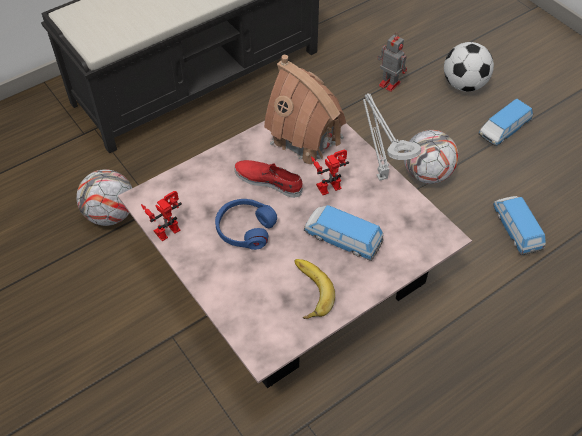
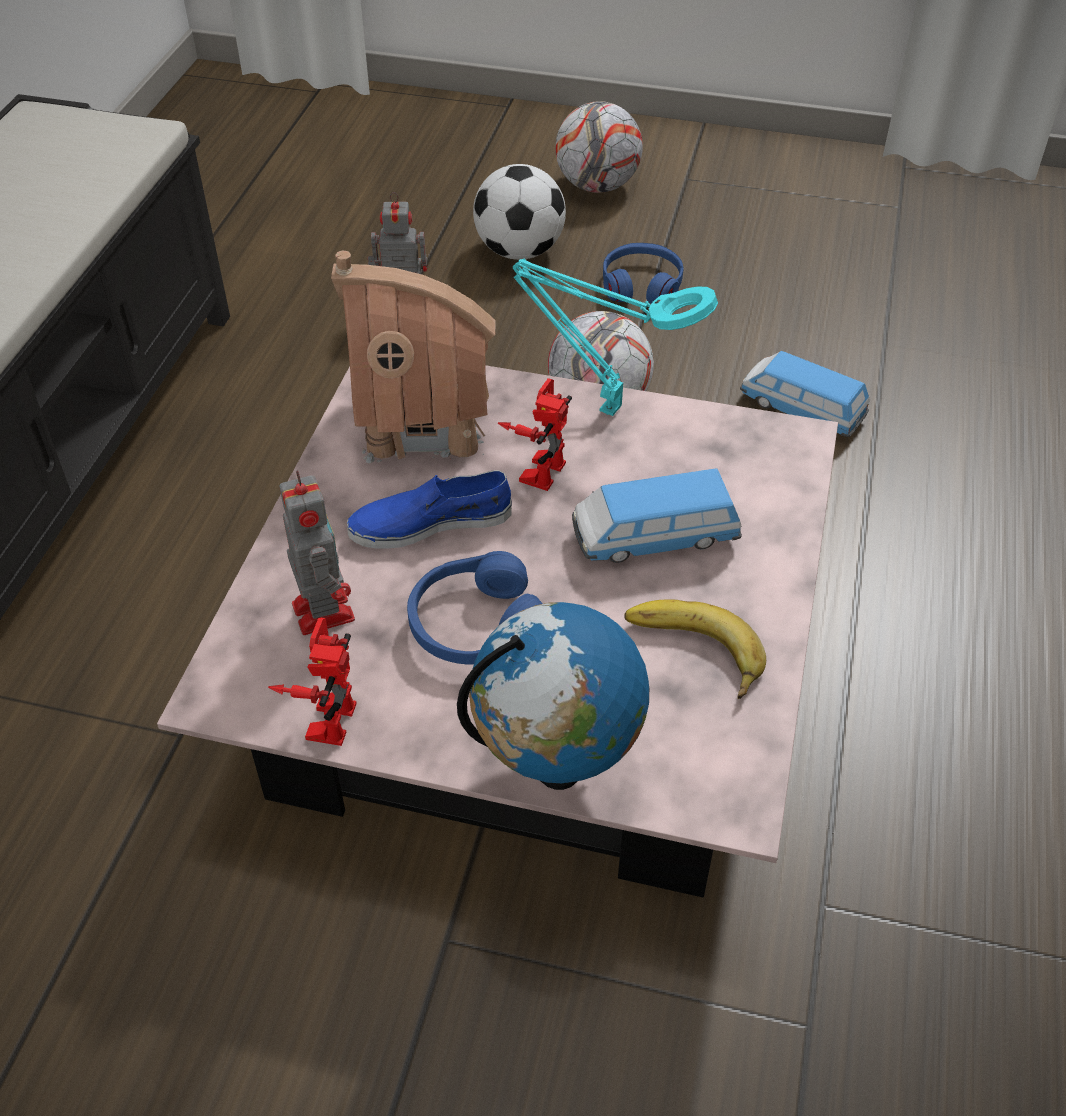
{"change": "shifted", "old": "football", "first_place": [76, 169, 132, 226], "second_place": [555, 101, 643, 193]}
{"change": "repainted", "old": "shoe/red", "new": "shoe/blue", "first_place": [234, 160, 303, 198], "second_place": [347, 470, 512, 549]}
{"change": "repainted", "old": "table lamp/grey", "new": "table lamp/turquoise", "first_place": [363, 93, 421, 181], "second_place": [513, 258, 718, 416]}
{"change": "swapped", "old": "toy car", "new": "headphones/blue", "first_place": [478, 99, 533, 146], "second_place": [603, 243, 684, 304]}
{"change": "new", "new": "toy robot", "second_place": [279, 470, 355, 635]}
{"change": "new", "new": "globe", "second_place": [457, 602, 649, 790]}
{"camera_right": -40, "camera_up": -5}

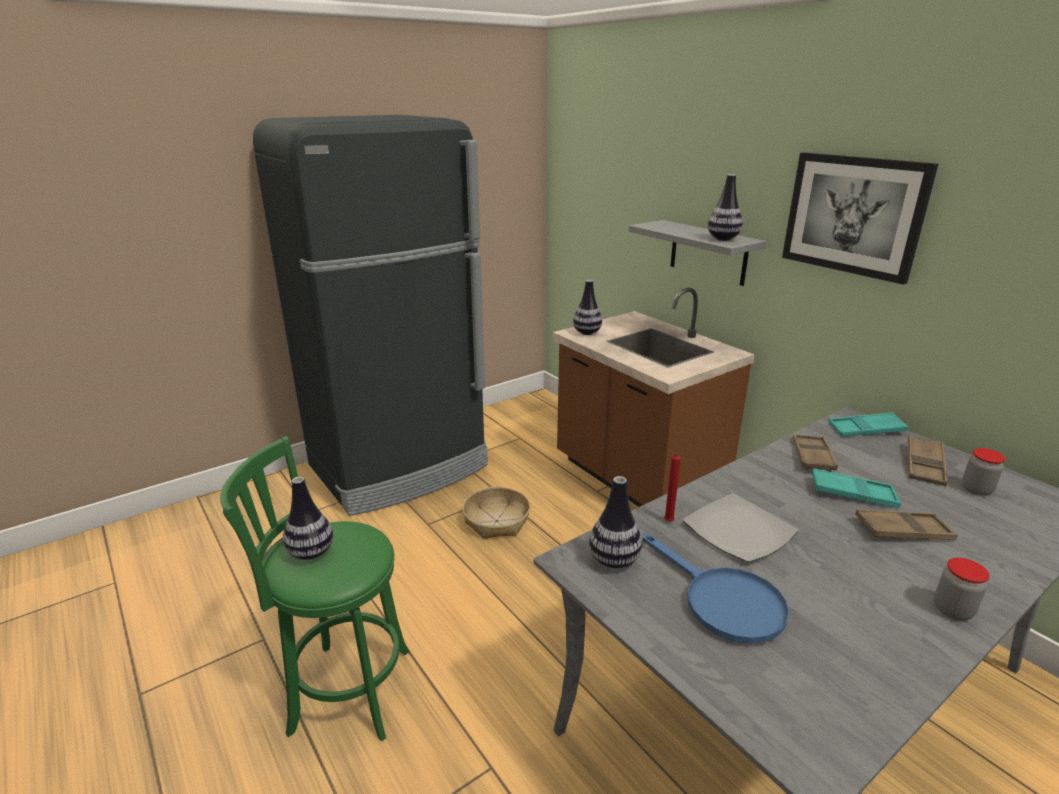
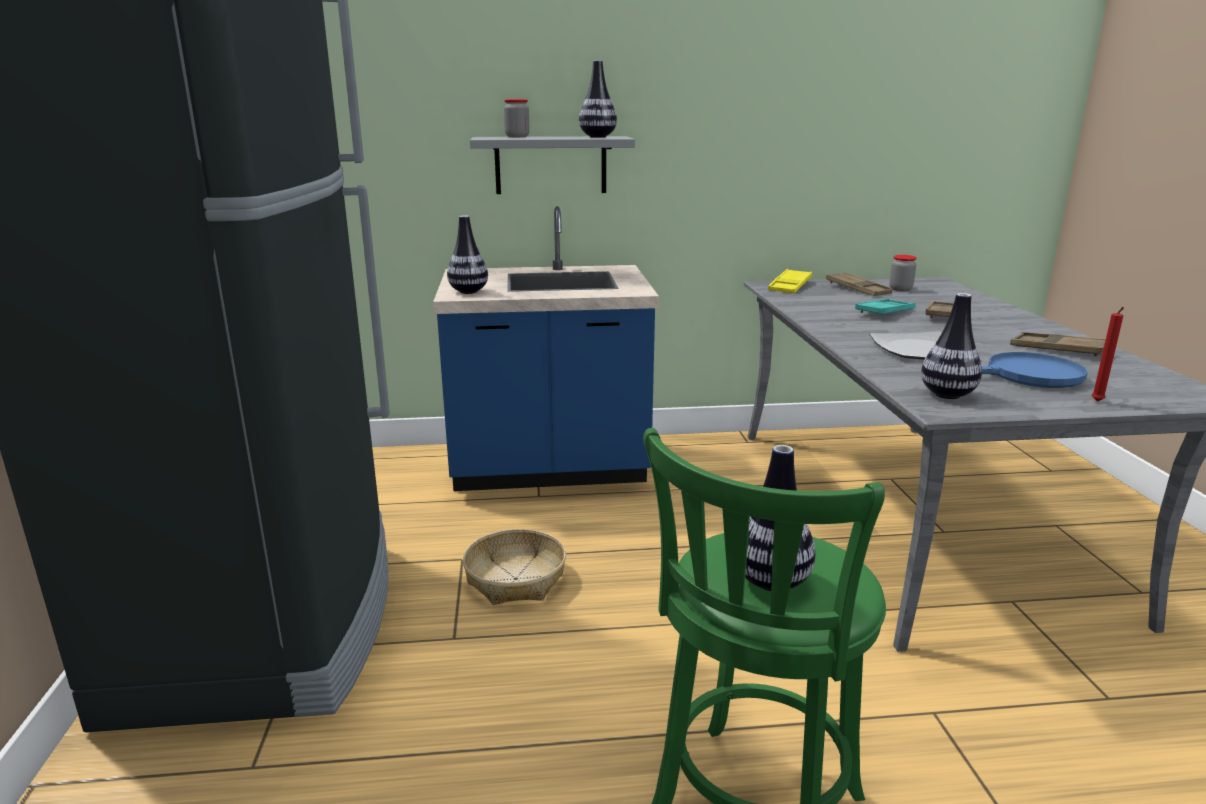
{"change": "repainted", "old": "counter/brown", "new": "counter/blue", "first_place": [553, 288, 755, 507], "second_place": [433, 206, 659, 491]}
{"change": "shifted", "old": "candle/red", "first_place": [664, 451, 681, 522], "second_place": [1091, 307, 1124, 401]}
{"change": "gone", "old": "picture", "first_place": [782, 152, 938, 285]}
{"change": "shifted", "old": "tray/brown", "first_place": [793, 434, 838, 472], "second_place": [1010, 332, 1106, 356]}
{"change": "repainted", "old": "tray/turquoise", "new": "tray/yellow", "first_place": [829, 412, 909, 437], "second_place": [768, 269, 812, 293]}
{"change": "shifted", "old": "jar", "first_place": [934, 557, 990, 620], "second_place": [504, 99, 530, 137]}
{"camera_right": -60, "camera_up": -5}

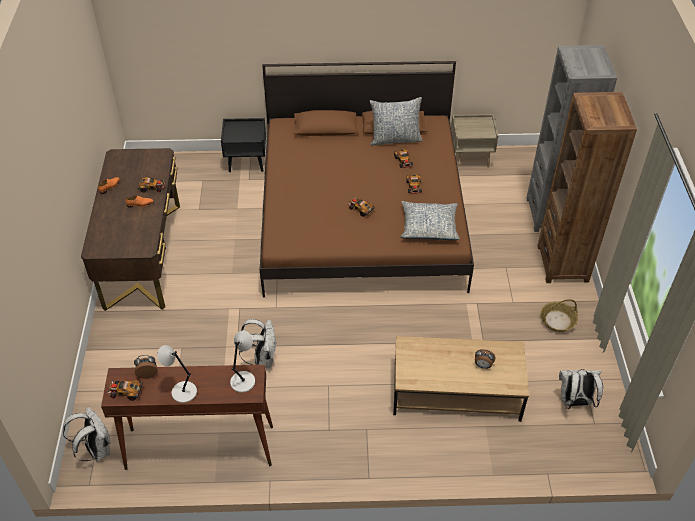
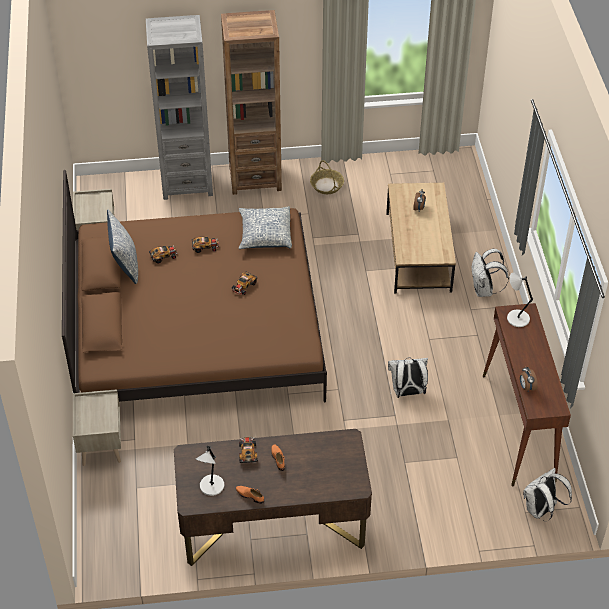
{"change": "gone", "old": "toy car", "first_place": [108, 380, 143, 401]}
{"change": "shifted", "old": "table lamp/grey", "first_place": [157, 345, 197, 403], "second_place": [196, 446, 224, 496]}
{"change": "repainted", "old": "nightstand/black", "new": "nightstand/beige", "first_place": [221, 118, 266, 172], "second_place": [73, 389, 121, 466]}
{"change": "shifted", "old": "backpack/white", "first_place": [559, 369, 603, 409], "second_place": [472, 249, 509, 297]}
{"camera_right": -95, "camera_up": 0}

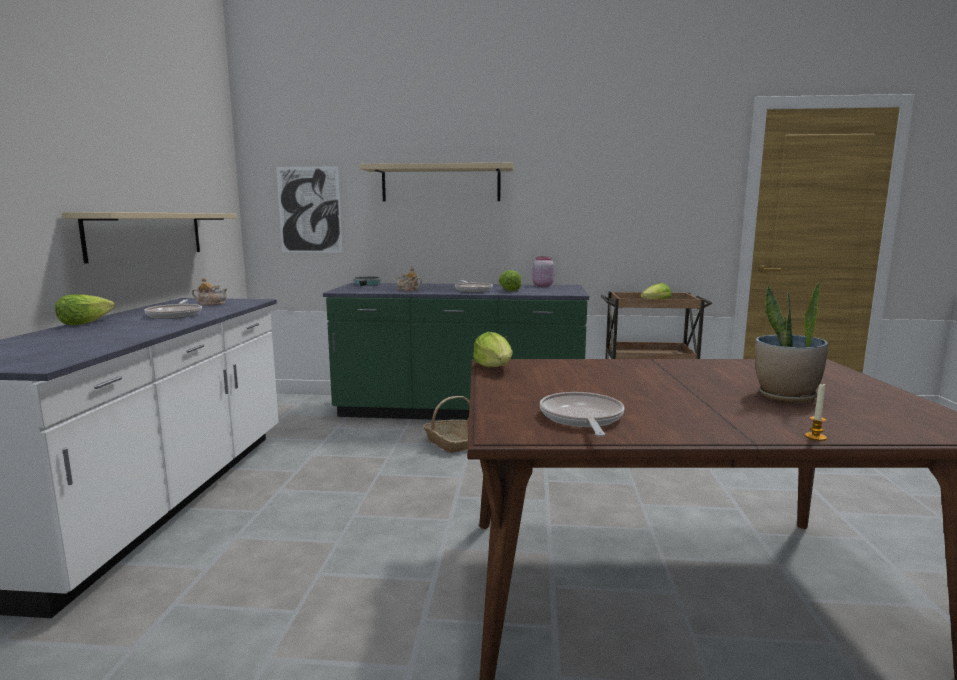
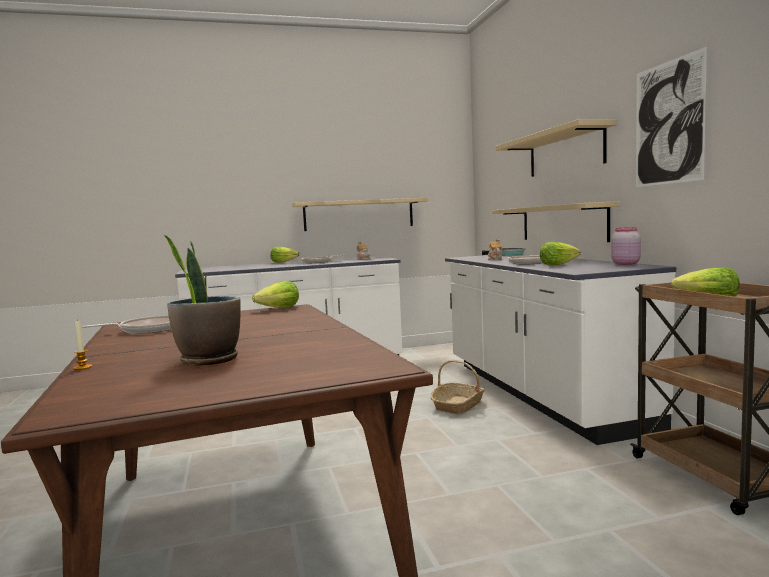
{"change": "shifted", "old": "picture", "first_place": [276, 167, 342, 253], "second_place": [636, 47, 707, 187]}
{"change": "repainted", "old": "counter/green", "new": "counter/white", "first_place": [323, 283, 589, 420], "second_place": [445, 254, 676, 445]}
{"change": "new", "new": "shelf/beige", "second_place": [492, 201, 620, 242]}
{"camera_right": 70, "camera_up": -5}

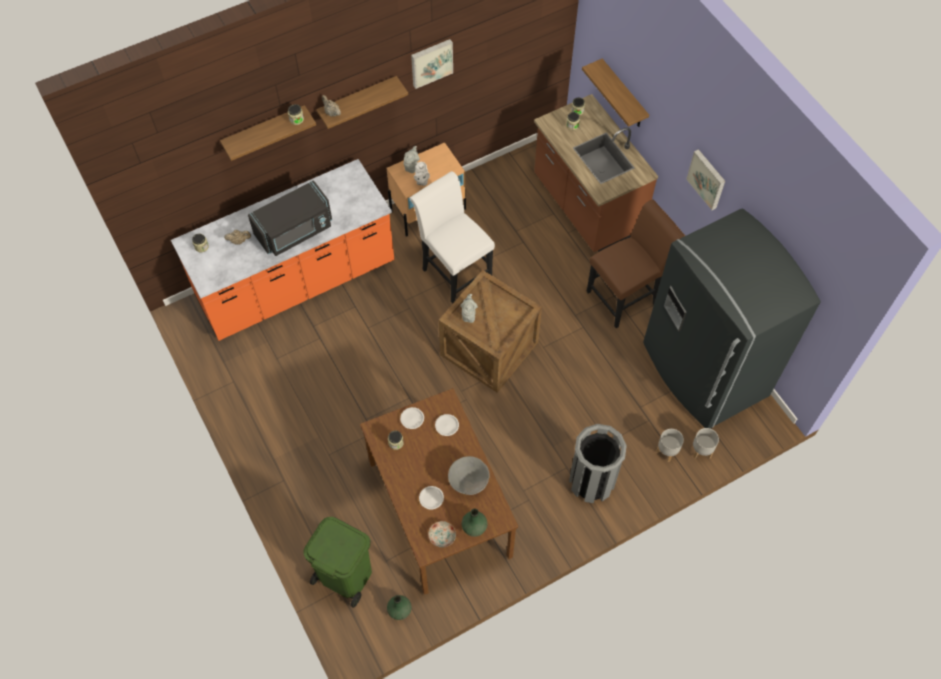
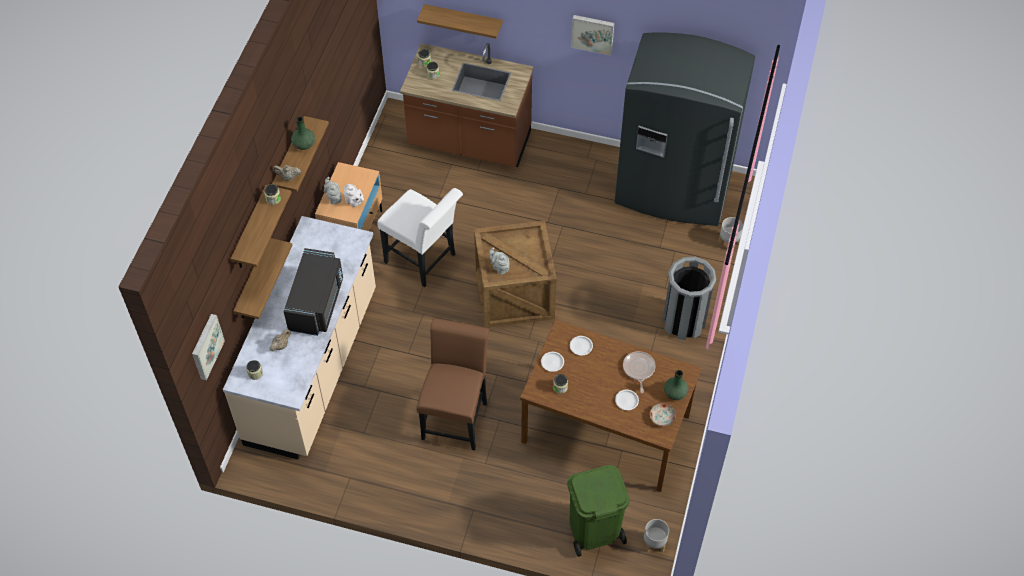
{"change": "repainted", "old": "counter/orange", "new": "counter/beige", "first_place": [171, 159, 394, 341], "second_place": [223, 216, 376, 460]}
{"change": "shifted", "old": "vase/green", "first_place": [387, 595, 412, 620], "second_place": [291, 116, 315, 150]}
{"change": "rotated", "old": "chair/white", "first_place": [410, 171, 495, 303], "second_place": [377, 188, 463, 287], "degrees": -150}
{"change": "shifted", "old": "picture", "first_place": [411, 39, 453, 89], "second_place": [192, 314, 225, 381]}
{"change": "swapped", "old": "bowl/grey", "new": "frying pan", "first_place": [448, 456, 490, 495], "second_place": [623, 351, 655, 393]}
{"change": "shifted", "old": "chair/brown", "first_place": [586, 200, 685, 328], "second_place": [416, 318, 489, 450]}
{"change": "shifted", "old": "planter/grey", "first_place": [656, 429, 684, 462], "second_place": [644, 519, 669, 552]}
{"change": "new", "new": "shelf", "second_place": [233, 238, 292, 319]}
{"camera_right": -45, "camera_up": -5}

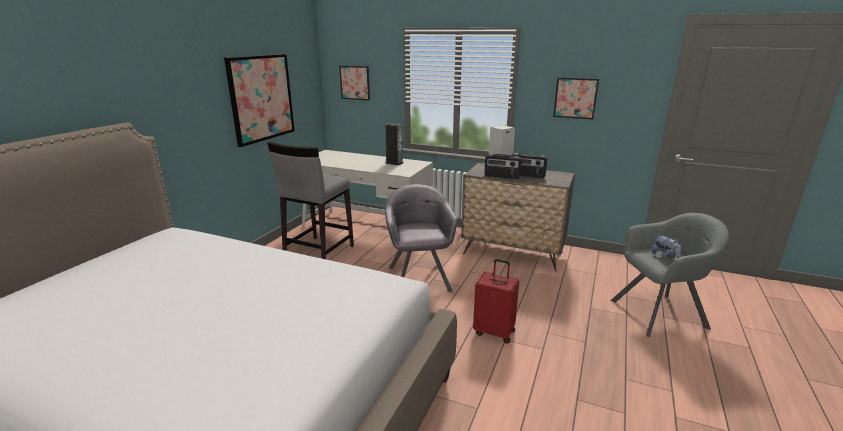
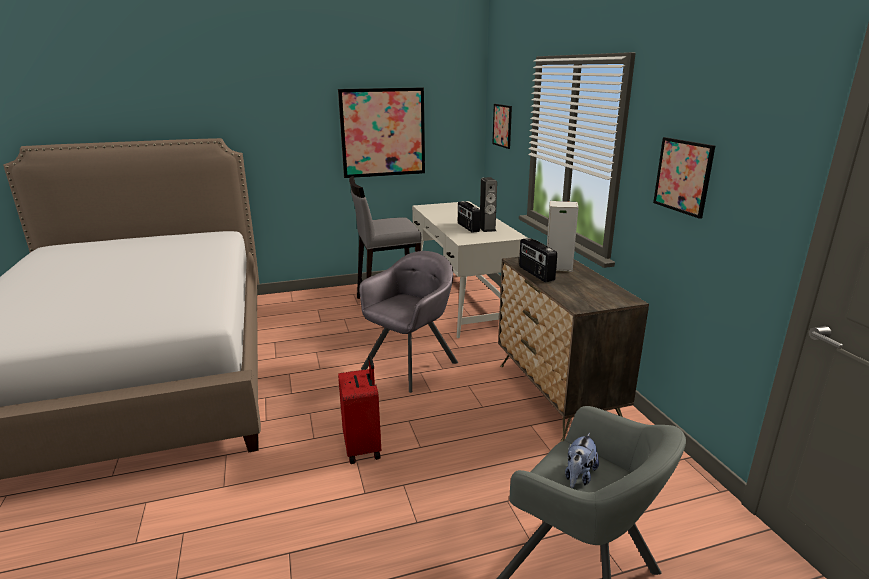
{"change": "shifted", "old": "radio", "first_place": [512, 153, 547, 178], "second_place": [458, 201, 480, 233]}
{"camera_right": 50, "camera_up": 0}

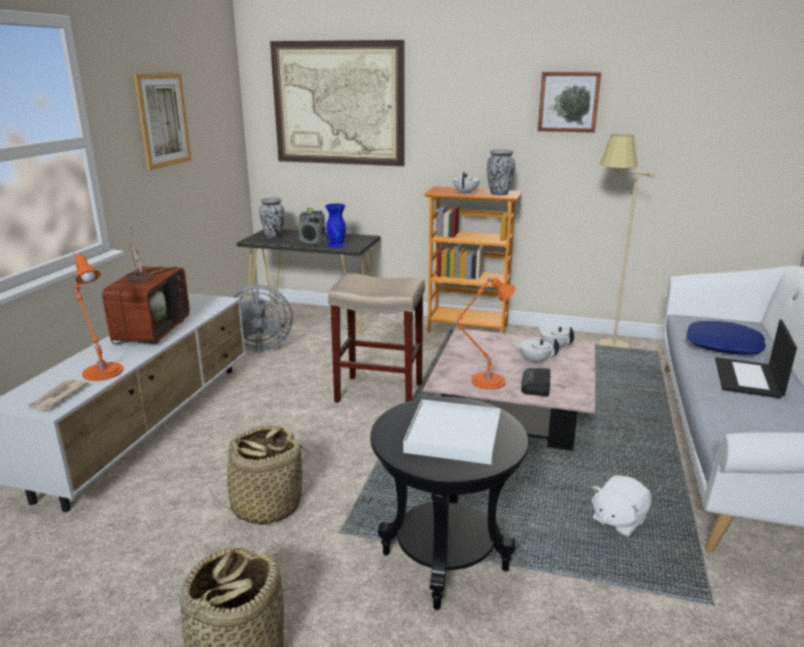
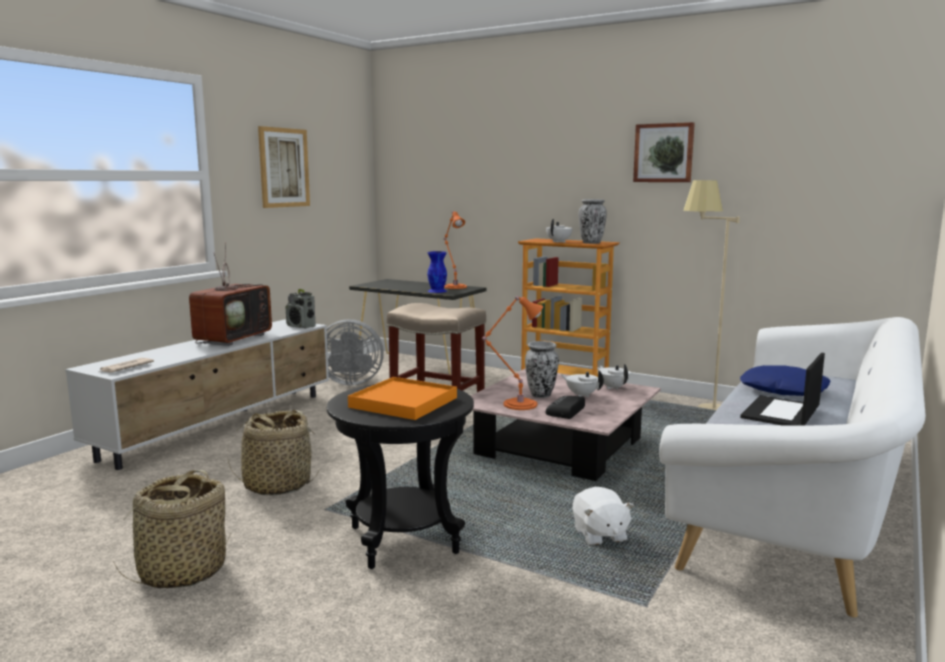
{"change": "shifted", "old": "table lamp/orange", "first_place": [73, 253, 123, 381], "second_place": [443, 211, 467, 289]}
{"change": "shifted", "old": "vase", "first_place": [259, 198, 284, 239], "second_place": [525, 341, 559, 398]}
{"change": "gone", "old": "picture", "first_place": [270, 40, 405, 166]}
{"change": "shifted", "old": "radio", "first_place": [299, 208, 326, 244], "second_place": [286, 289, 316, 328]}
{"change": "repainted", "old": "tray/white", "new": "tray/orange", "first_place": [403, 399, 501, 465], "second_place": [348, 377, 457, 420]}
{"change": "rotated", "old": "plush toy/white", "first_place": [592, 475, 651, 537], "second_place": [572, 487, 634, 545], "degrees": -75}
{"camera_right": 15, "camera_up": -10}

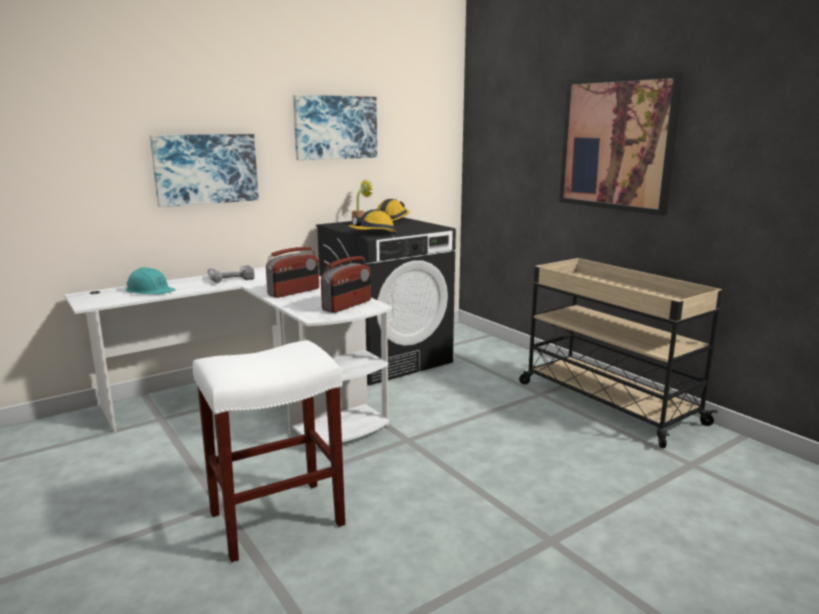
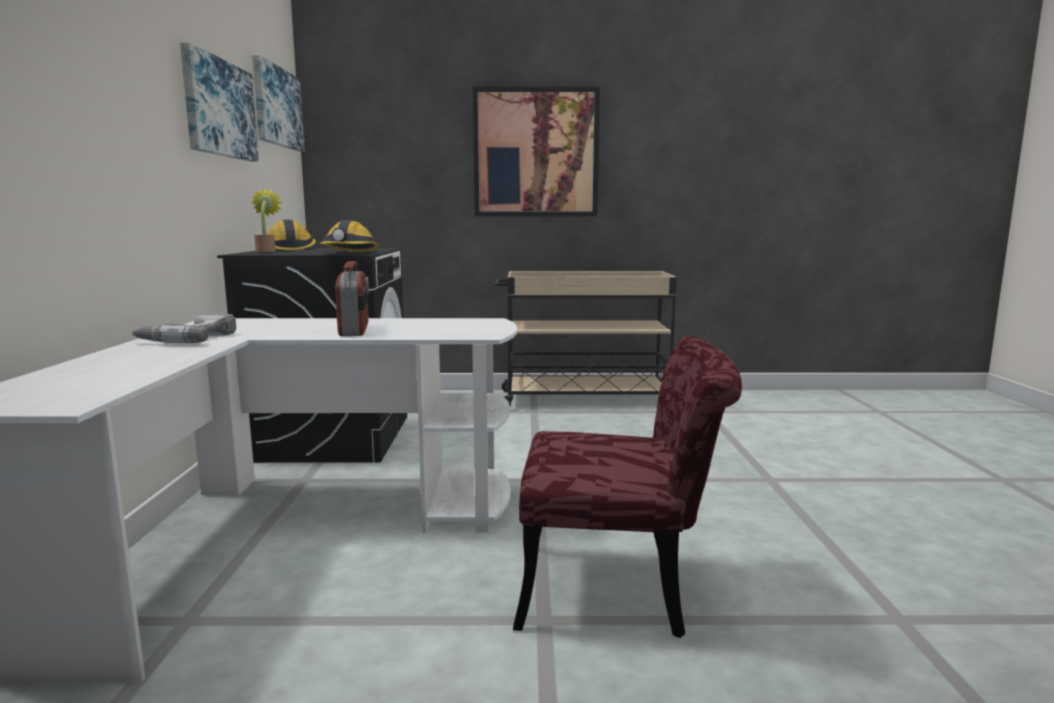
{"change": "gone", "old": "hard hat/turquoise", "first_place": [126, 268, 176, 295]}
{"change": "shifted", "old": "picture", "first_place": [150, 134, 259, 207], "second_place": [252, 55, 305, 151]}
{"change": "swapped", "old": "stool/white", "new": "chair/red", "first_place": [193, 340, 345, 562], "second_place": [513, 336, 742, 638]}
{"change": "gone", "old": "radio", "first_place": [321, 256, 371, 313]}
{"camera_right": -55, "camera_up": -5}

